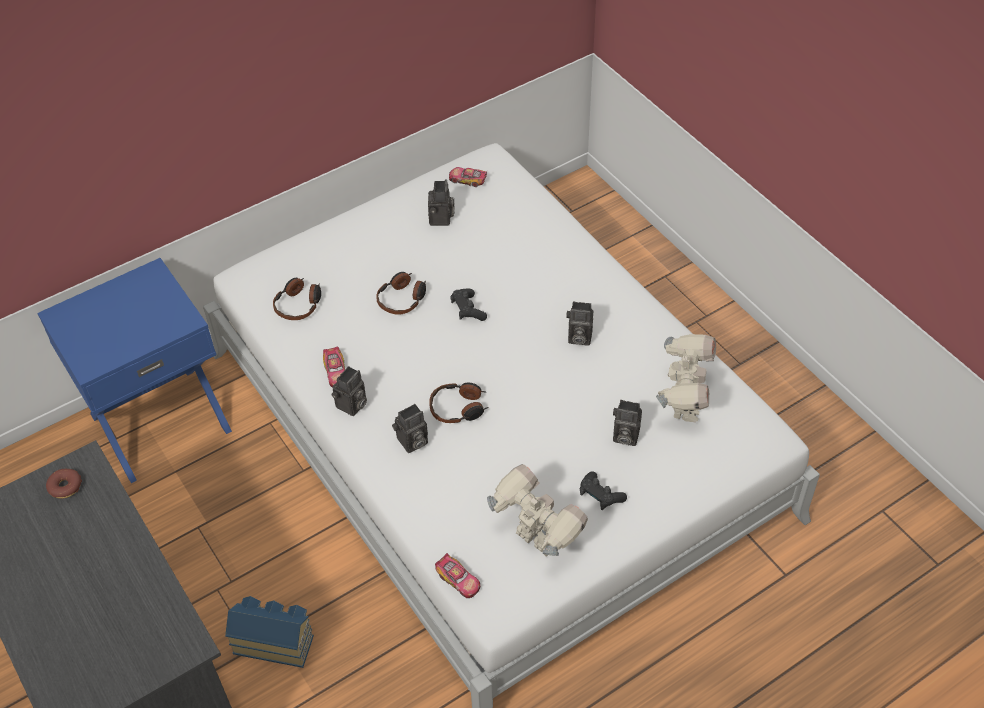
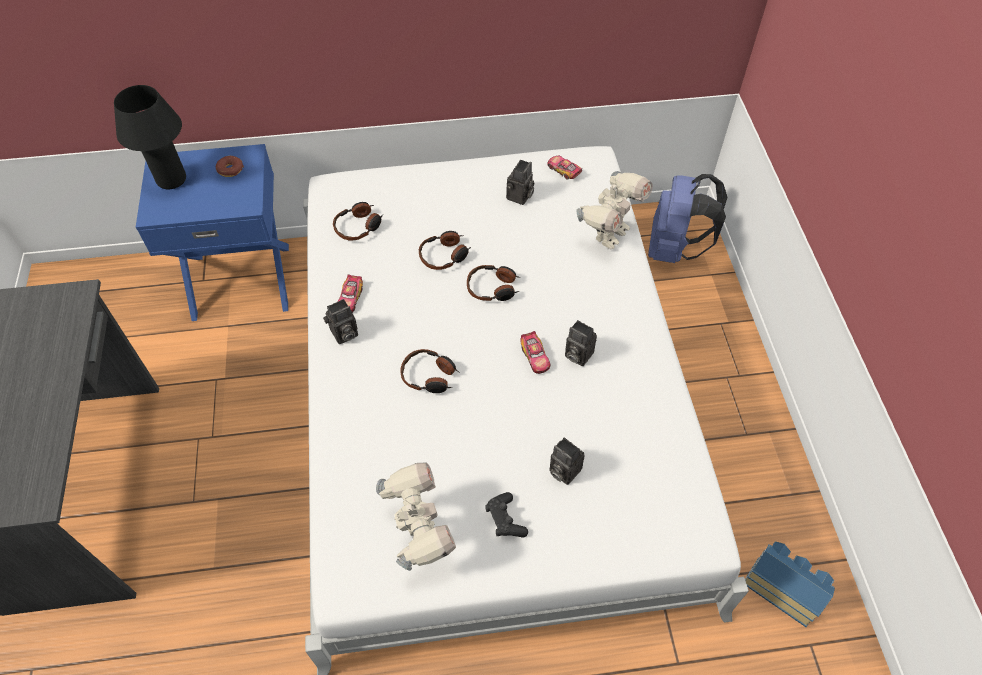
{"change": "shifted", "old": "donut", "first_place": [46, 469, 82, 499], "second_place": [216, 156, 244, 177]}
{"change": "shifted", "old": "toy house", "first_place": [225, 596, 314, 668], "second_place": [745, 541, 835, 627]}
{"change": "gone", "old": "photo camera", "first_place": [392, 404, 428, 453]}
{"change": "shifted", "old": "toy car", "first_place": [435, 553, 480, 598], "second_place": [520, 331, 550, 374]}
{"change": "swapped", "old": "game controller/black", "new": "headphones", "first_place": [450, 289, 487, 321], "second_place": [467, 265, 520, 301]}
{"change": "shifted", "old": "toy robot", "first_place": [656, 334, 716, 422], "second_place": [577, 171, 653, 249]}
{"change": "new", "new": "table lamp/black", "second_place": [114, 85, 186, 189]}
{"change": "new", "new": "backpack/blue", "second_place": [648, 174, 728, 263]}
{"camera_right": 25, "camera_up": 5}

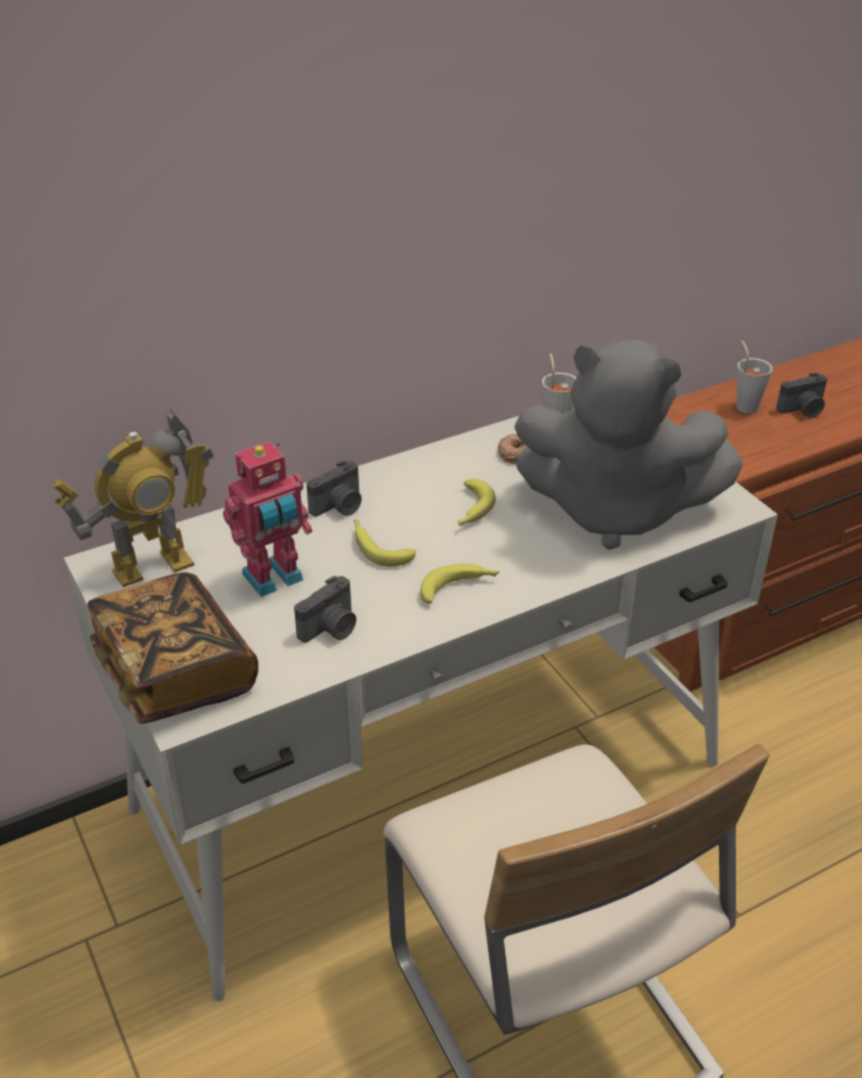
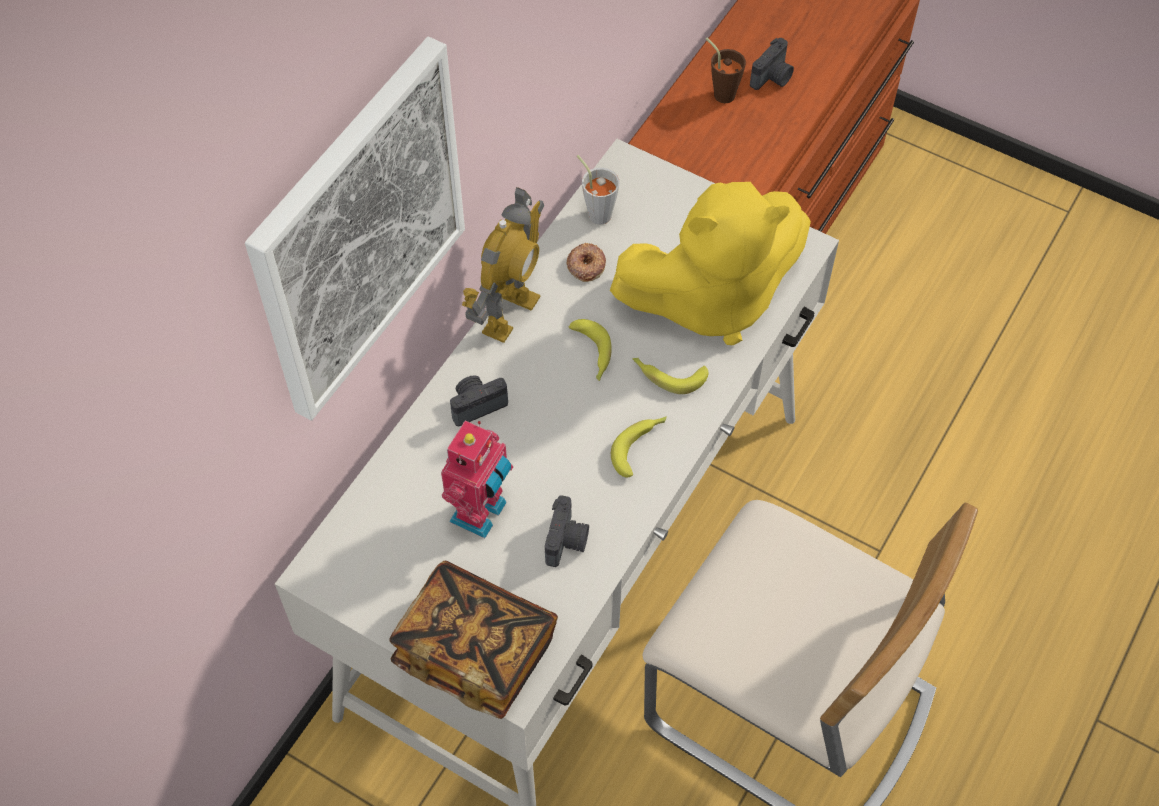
{"change": "shifted", "old": "toy robot", "first_place": [53, 410, 214, 587], "second_place": [462, 187, 544, 343]}
{"change": "rotated", "old": "photo camera", "first_place": [306, 460, 362, 516], "second_place": [450, 375, 508, 426], "degrees": -135}
{"change": "shifted", "old": "banana", "first_place": [354, 520, 416, 566], "second_place": [632, 358, 708, 394]}
{"change": "repainted", "old": "plush toy/grey", "new": "plush toy/yellow", "first_place": [514, 340, 743, 550], "second_place": [610, 182, 811, 345]}
{"change": "repainted", "old": "cup/grey", "new": "cup/brown", "first_place": [736, 341, 773, 414], "second_place": [706, 38, 746, 103]}
{"change": "new", "new": "picture", "second_place": [245, 36, 465, 421]}
{"camera_right": -30, "camera_up": 20}

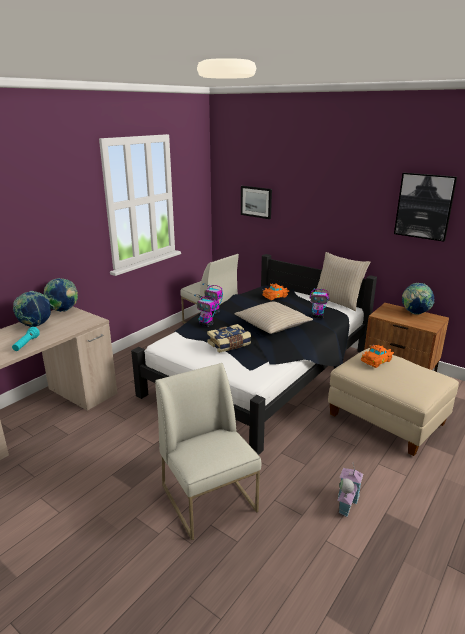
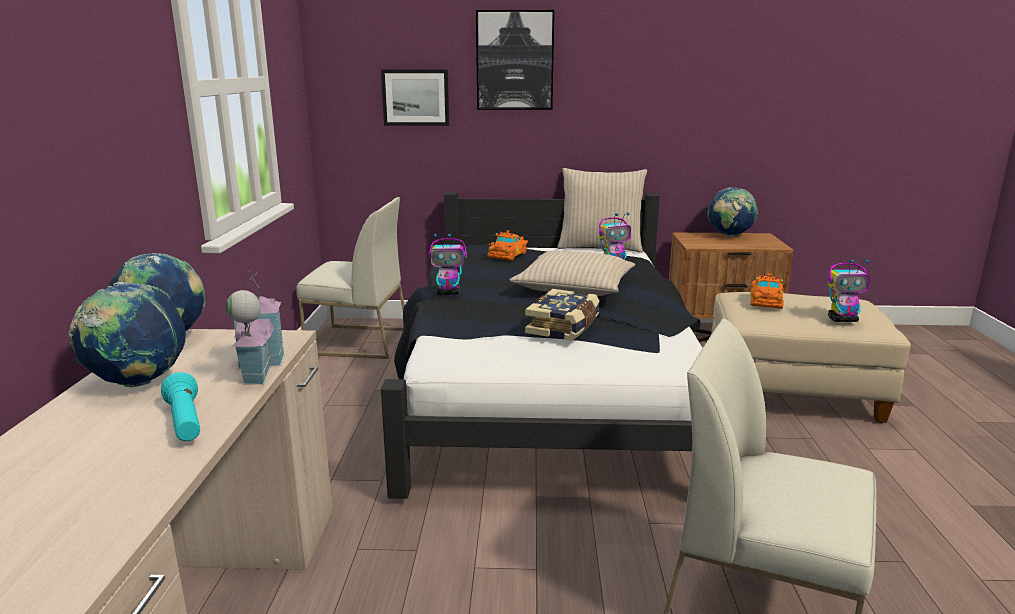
{"change": "shifted", "old": "toy robot", "first_place": [194, 294, 216, 327], "second_place": [828, 259, 870, 322]}
{"change": "shifted", "old": "toy house", "first_place": [338, 462, 363, 517], "second_place": [226, 271, 285, 385]}
{"change": "shifted", "old": "picture", "first_place": [394, 173, 457, 242], "second_place": [476, 10, 554, 110]}
{"camera_right": -35, "camera_up": -5}

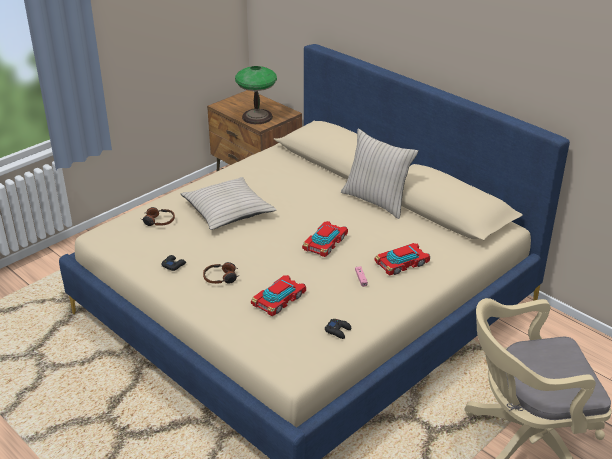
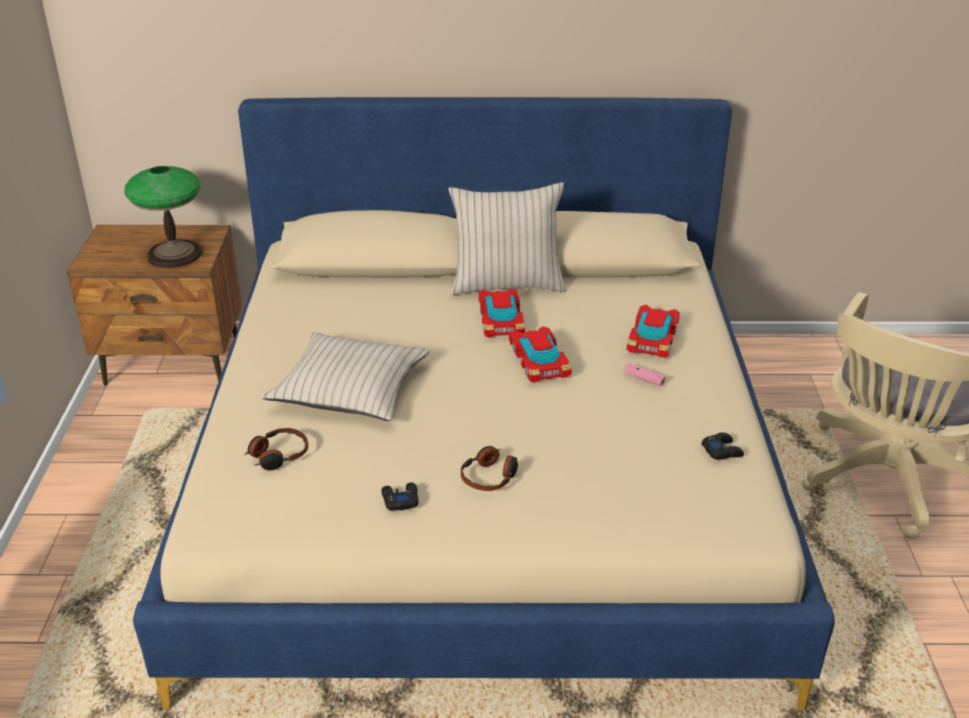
{"change": "shifted", "old": "toy car", "first_place": [251, 275, 306, 316], "second_place": [479, 288, 525, 337]}
{"camera_right": -45, "camera_up": 0}

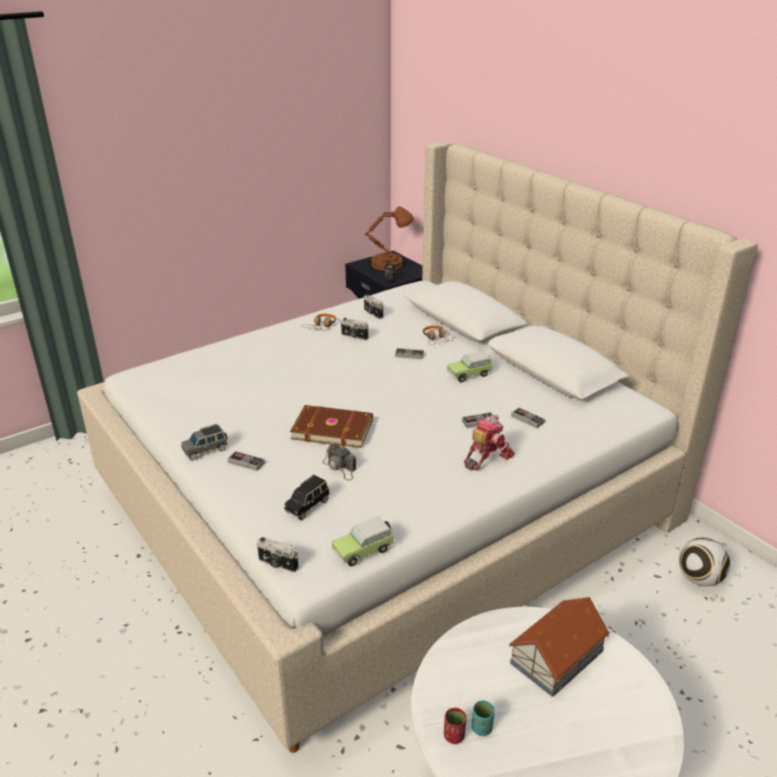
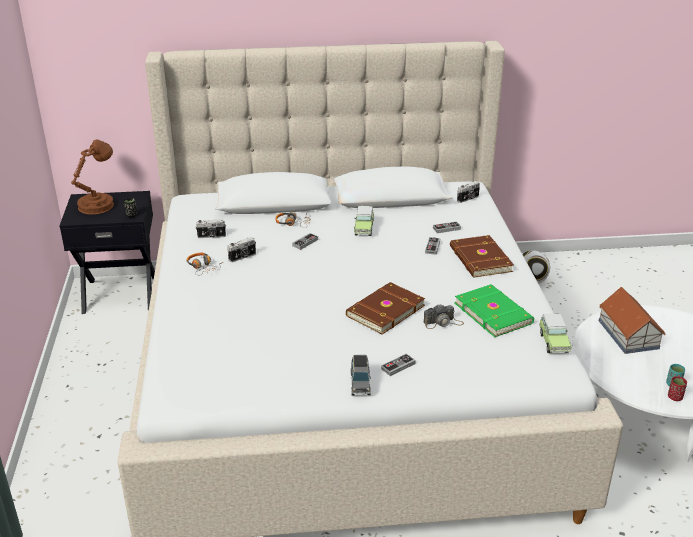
{"change": "shifted", "old": "photo camera", "first_place": [257, 537, 298, 573], "second_place": [457, 181, 480, 203]}
{"change": "gone", "old": "toy car/black", "first_place": [284, 475, 329, 520]}
{"change": "swapped", "old": "toy robot", "new": "book/brown", "first_place": [464, 415, 515, 471], "second_place": [450, 235, 514, 278]}
{"change": "new", "new": "book/green", "second_place": [455, 284, 534, 337]}
{"camera_right": -60, "camera_up": 0}

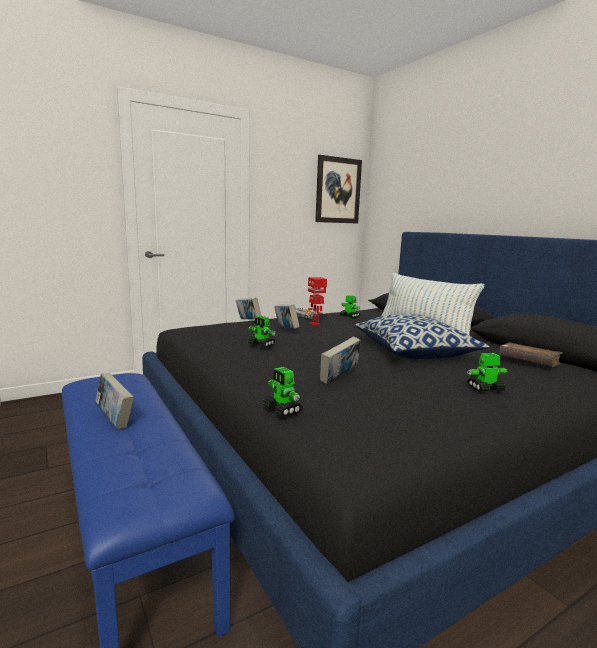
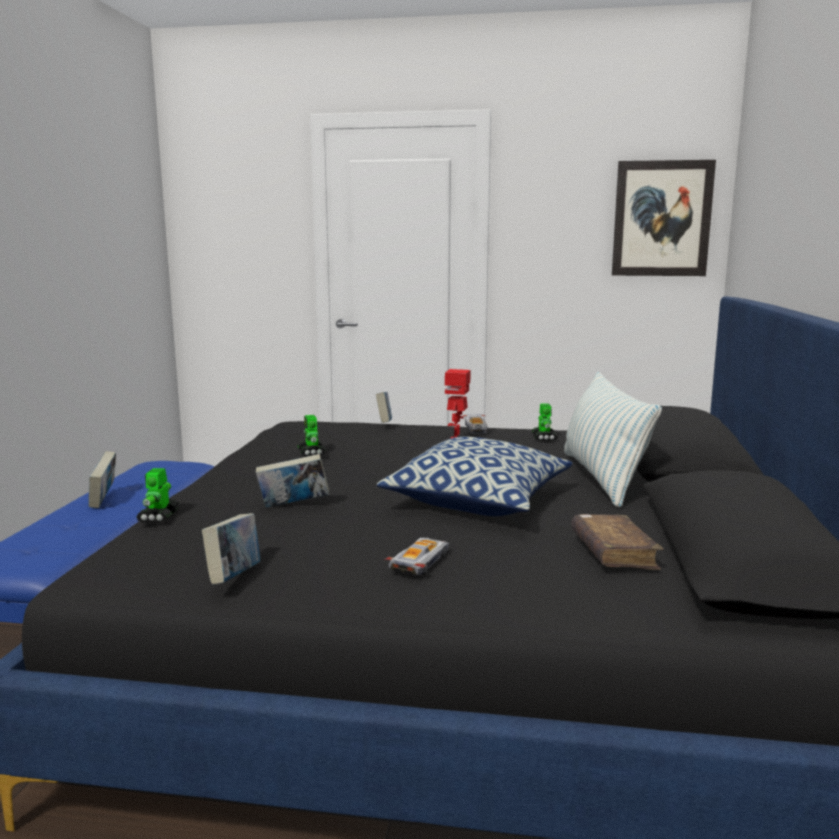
{"change": "shifted", "old": "book", "first_place": [274, 305, 300, 329], "second_place": [202, 513, 260, 585]}
{"change": "swapped", "old": "toy robot", "new": "toy car", "first_place": [467, 353, 508, 392], "second_place": [384, 538, 449, 575]}
{"camera_right": 40, "camera_up": 0}

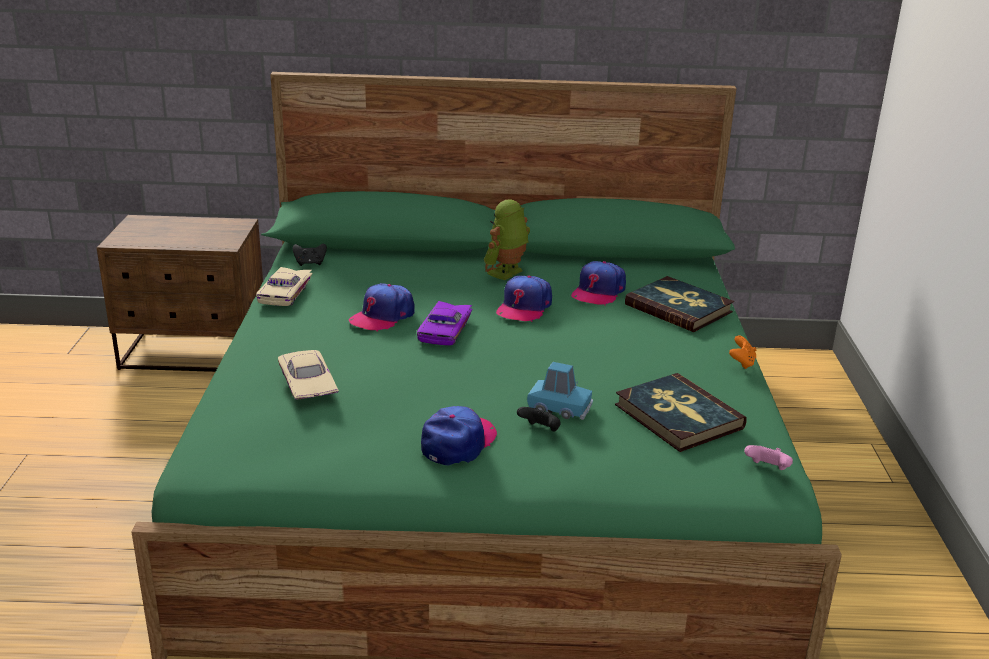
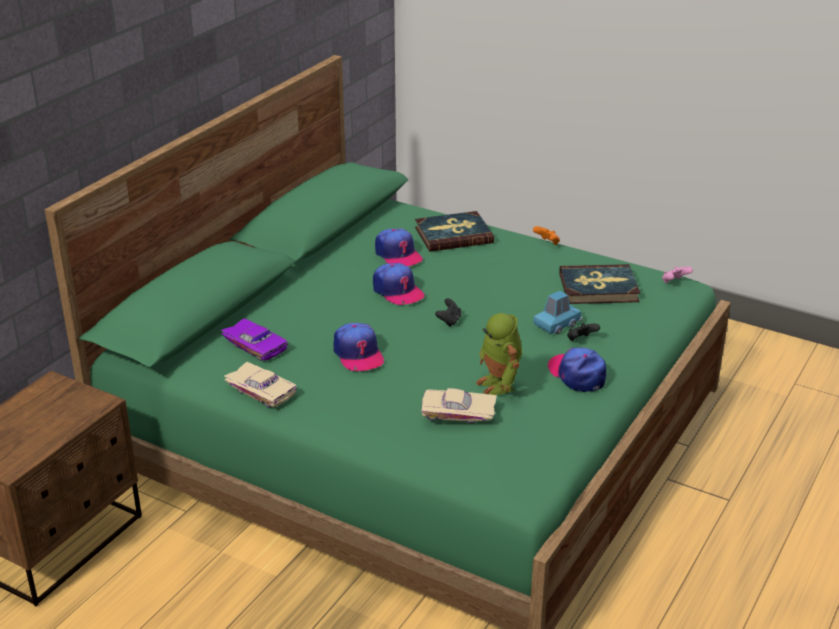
{"change": "shifted", "old": "game controller/black", "first_place": [293, 243, 327, 266], "second_place": [435, 298, 461, 327]}
{"change": "shifted", "old": "toy car/purple", "first_place": [417, 301, 472, 346], "second_place": [221, 318, 288, 361]}
{"change": "shifted", "old": "toy robot", "first_place": [484, 199, 530, 280], "second_place": [476, 313, 522, 395]}
{"camera_right": -60, "camera_up": 5}

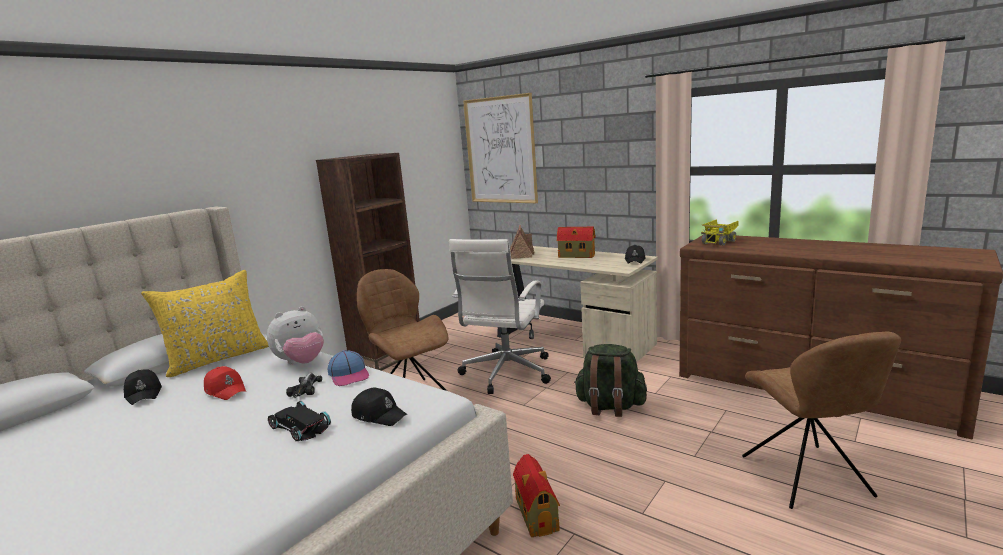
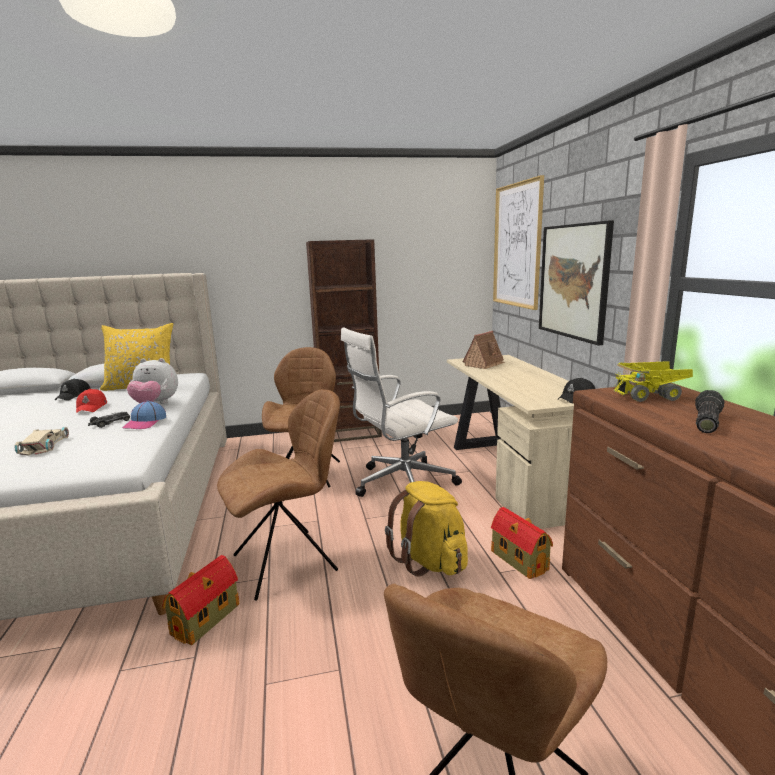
{"change": "repainted", "old": "toy car/black", "new": "toy car/beige", "first_place": [268, 401, 331, 441], "second_place": [15, 427, 69, 456]}
{"change": "gone", "old": "cap/black", "first_place": [351, 388, 407, 426]}
{"change": "shifted", "old": "toy house", "first_place": [557, 227, 595, 258], "second_place": [491, 507, 553, 579]}
{"change": "repainted", "old": "backpack/green", "new": "backpack/yellow", "first_place": [574, 344, 647, 417], "second_place": [385, 481, 468, 577]}
{"change": "new", "new": "chair/brown", "second_place": [217, 390, 340, 601]}
{"change": "new", "new": "picture", "second_place": [539, 220, 614, 346]}
{"change": "new", "new": "flashlight", "second_place": [695, 390, 725, 433]}
{"camera_right": 40, "camera_up": 0}

